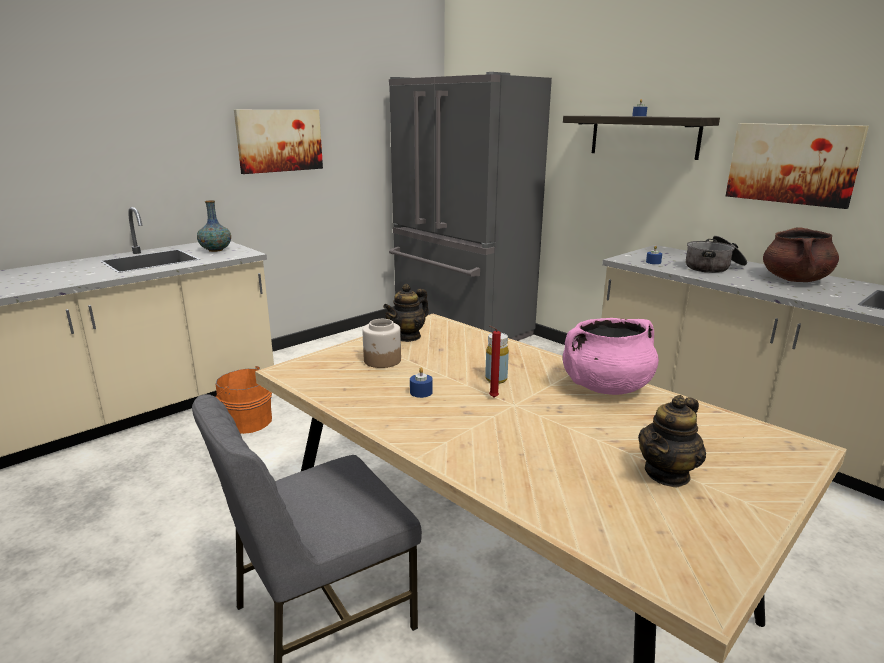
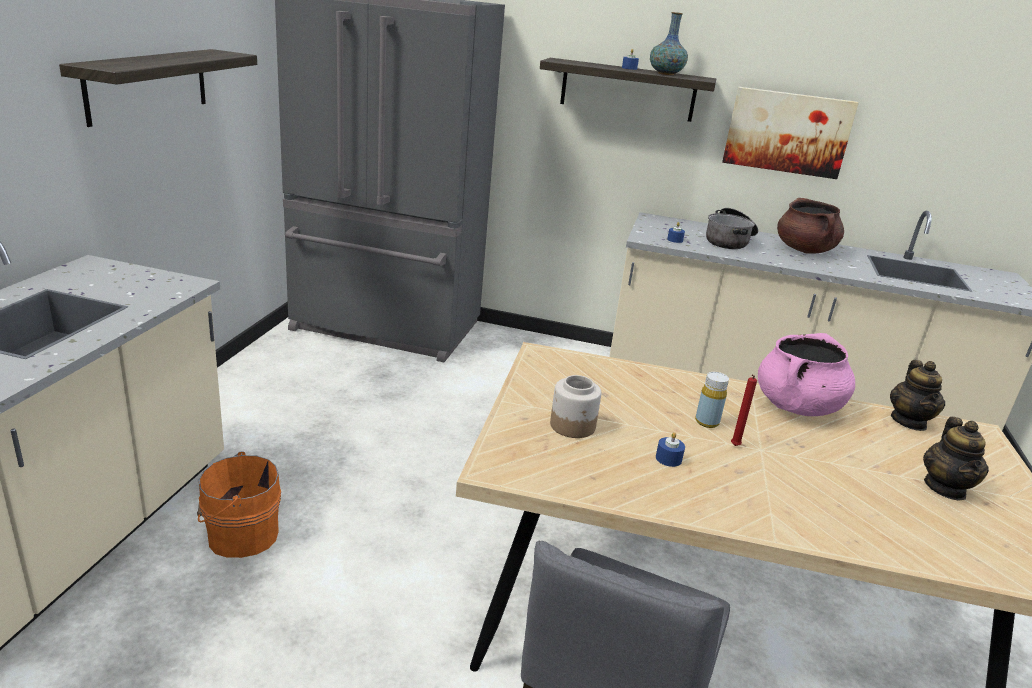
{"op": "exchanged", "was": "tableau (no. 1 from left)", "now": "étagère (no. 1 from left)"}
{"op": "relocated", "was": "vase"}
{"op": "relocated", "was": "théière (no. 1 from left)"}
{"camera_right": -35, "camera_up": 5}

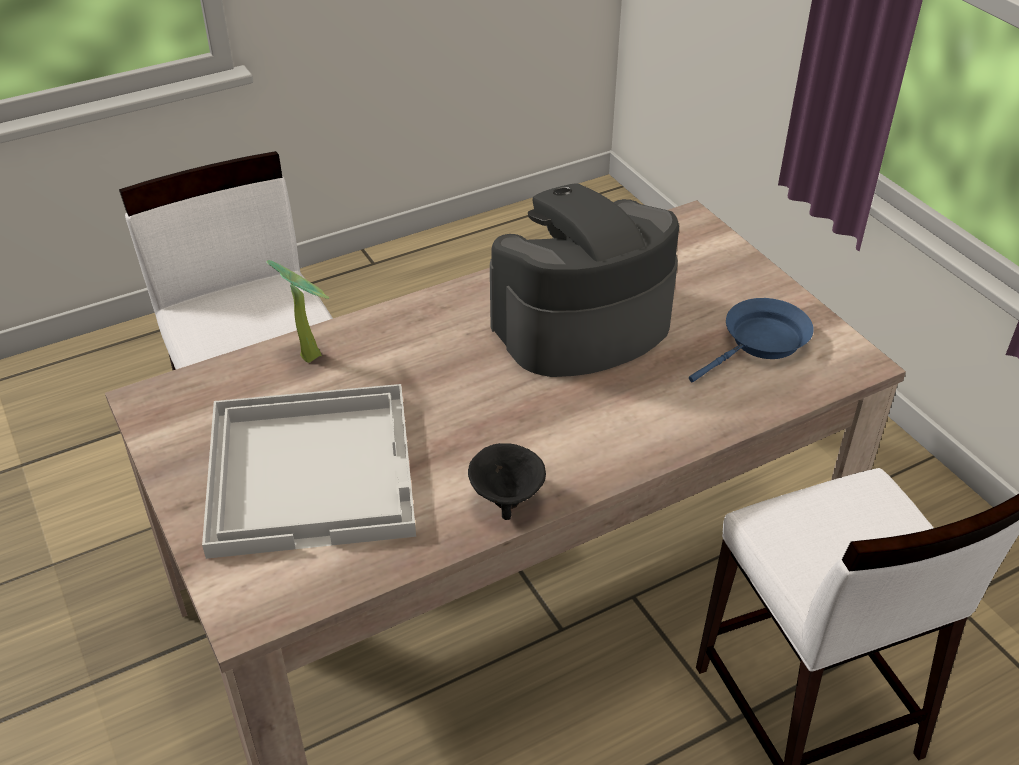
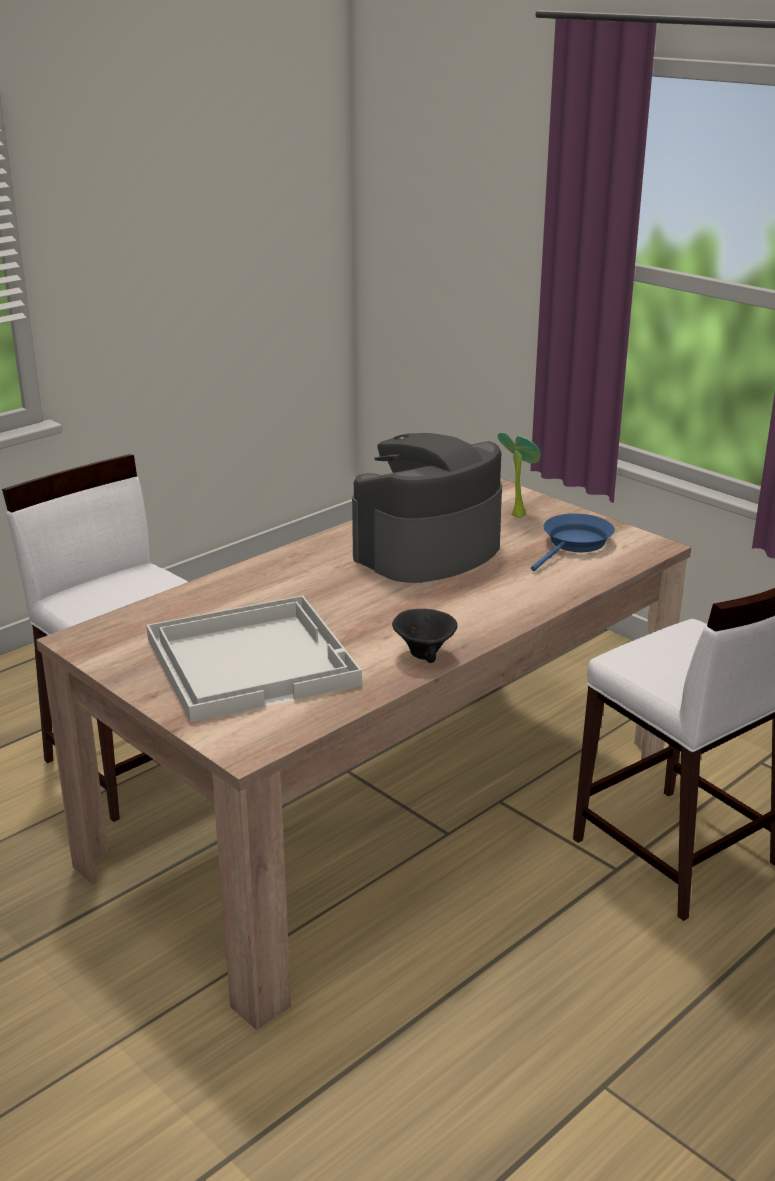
{"op": "relocated", "was": "plante en pot"}
{"camera_right": -15, "camera_up": -15}

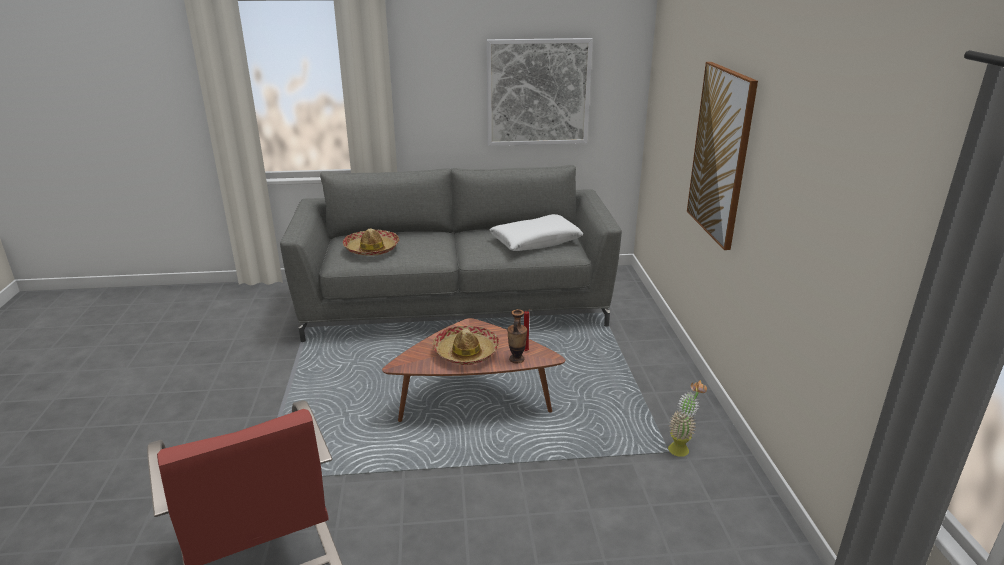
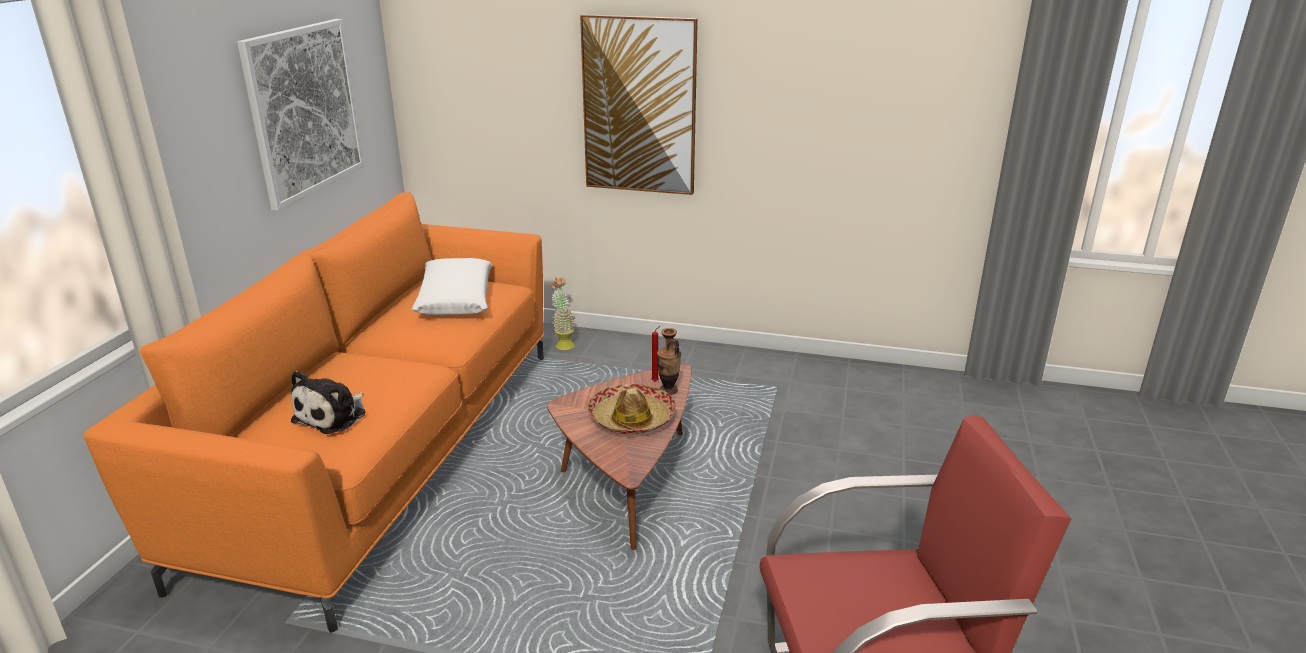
{"op": "colour", "was": "canapé/gris", "now": "canapé/orange"}
{"op": "exchanged", "was": "chapeau (no. 1 from left)", "now": "peluche"}
{"op": "relocated", "was": "plante en pot"}
{"camera_right": -70, "camera_up": 0}

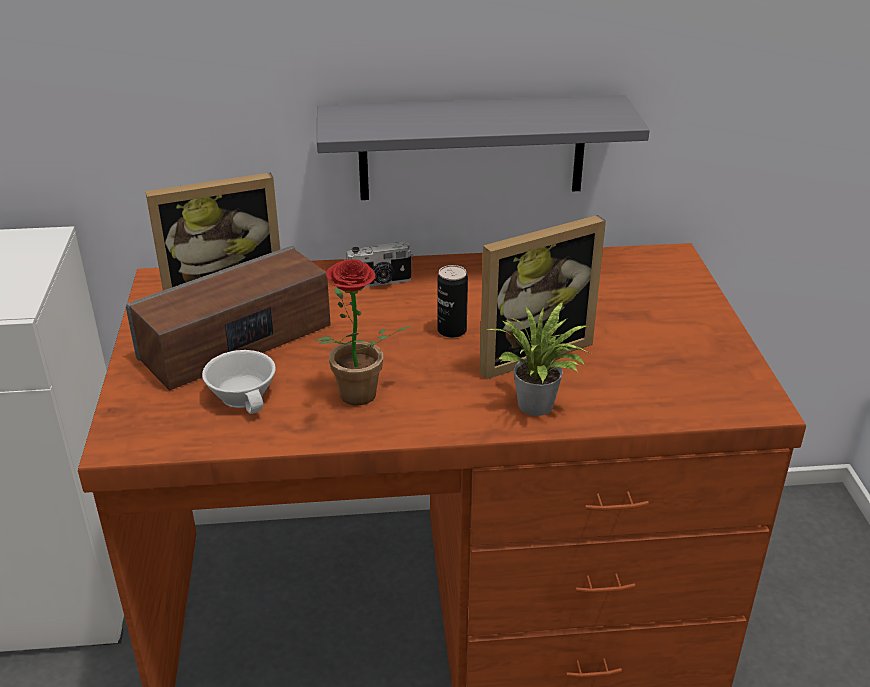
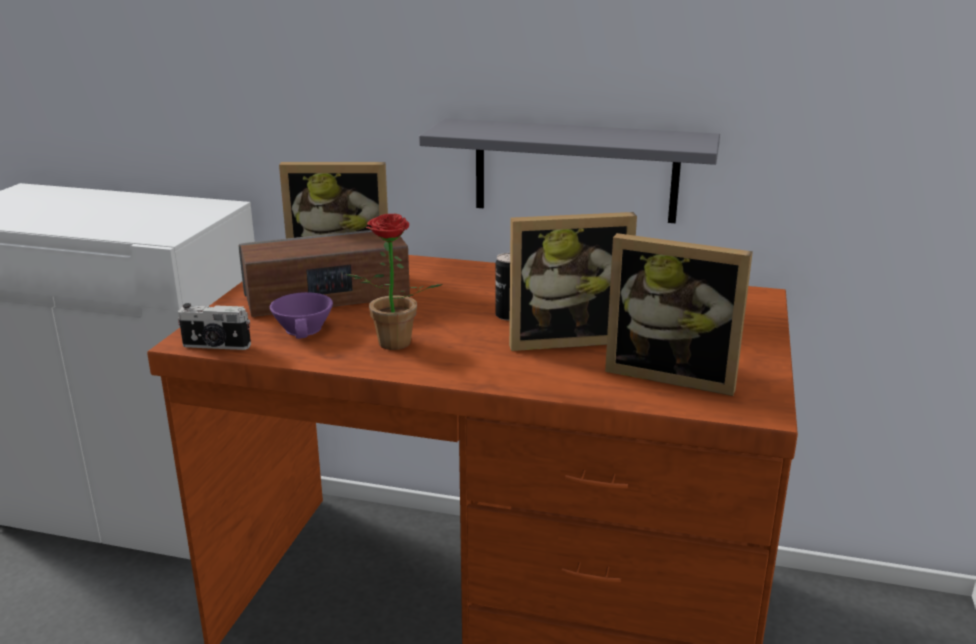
{"op": "relocated", "was": "appareil photo"}
{"op": "colour", "was": "tasse/blanc", "now": "tasse/violet"}
{"op": "appeared", "now": "cadre photo (no. 3 from left)"}
{"op": "missing", "was": "plante en pot (no. 2 from left)"}
{"camera_right": 20, "camera_up": -10}

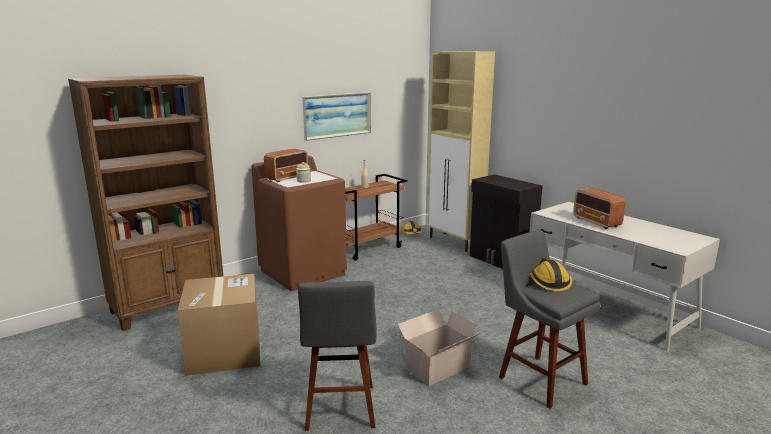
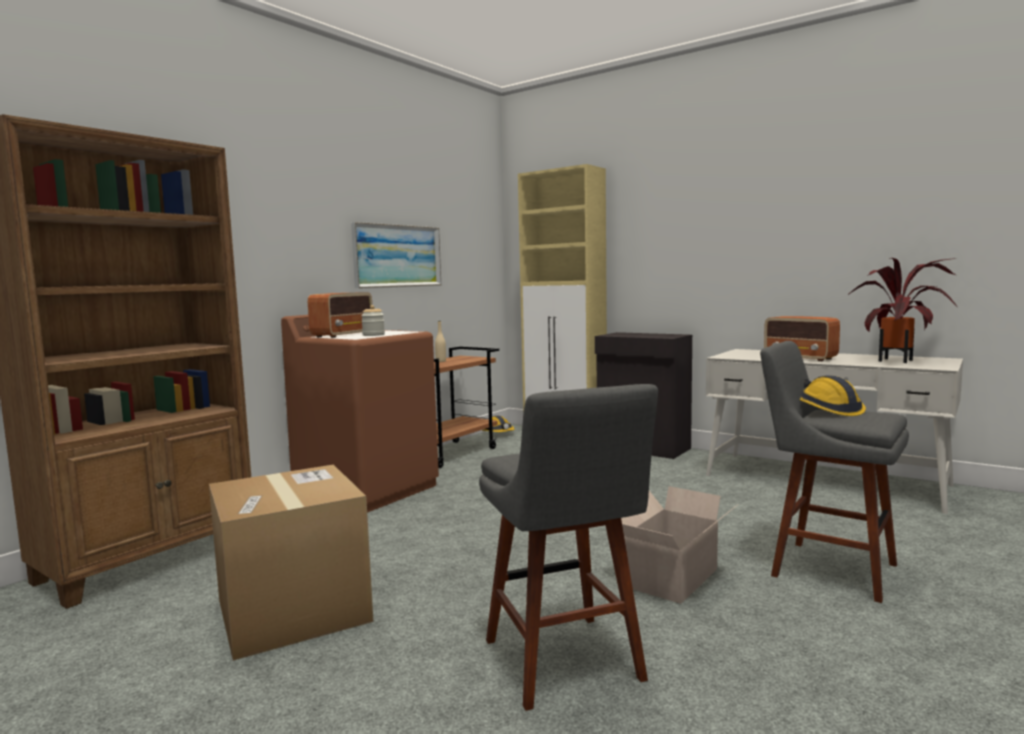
{"op": "appeared", "now": "plante en pot"}
{"camera_right": -15, "camera_up": -10}

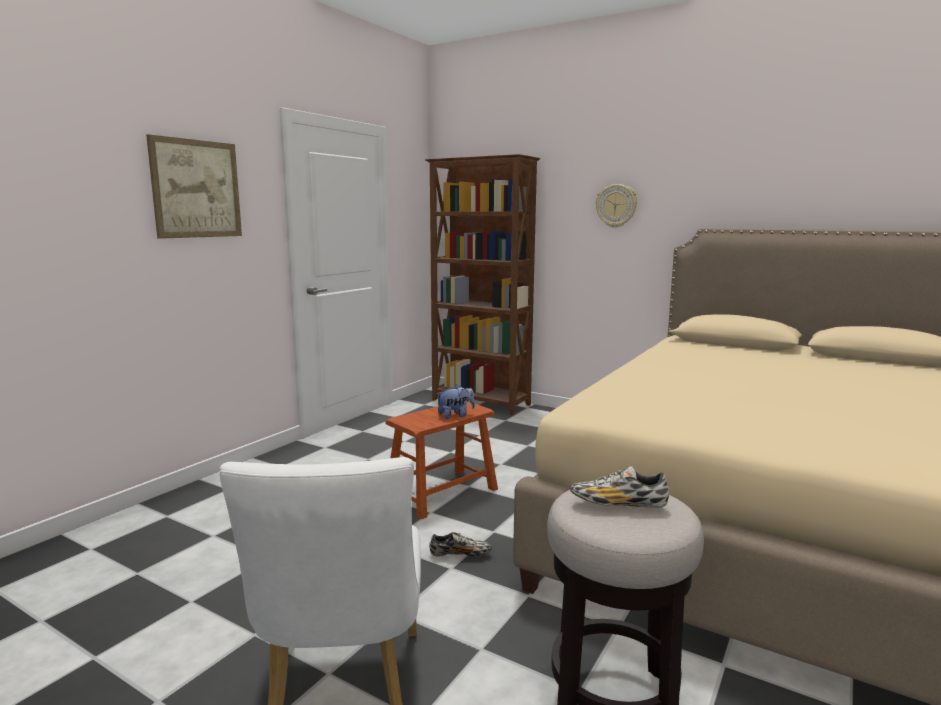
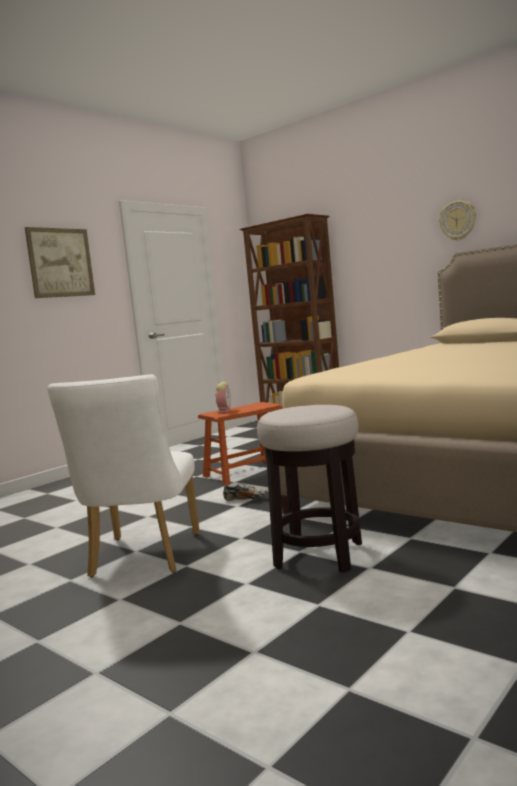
{"op": "appeared", "now": "réveil"}
{"op": "relocated", "was": "horloge murale"}
{"op": "missing", "was": "peluche"}
{"op": "missing", "was": "chaussure (no. 2 from left)"}
{"camera_right": 10, "camera_up": -5}

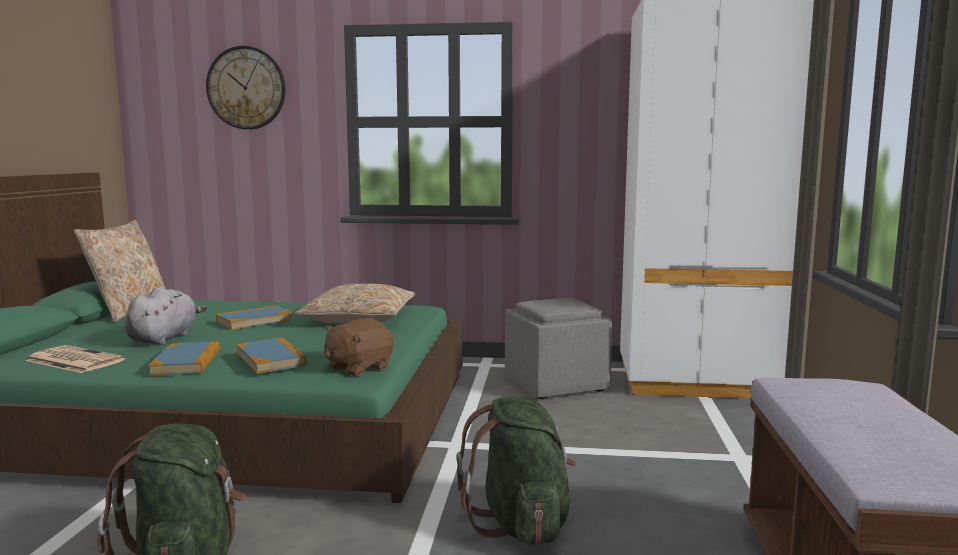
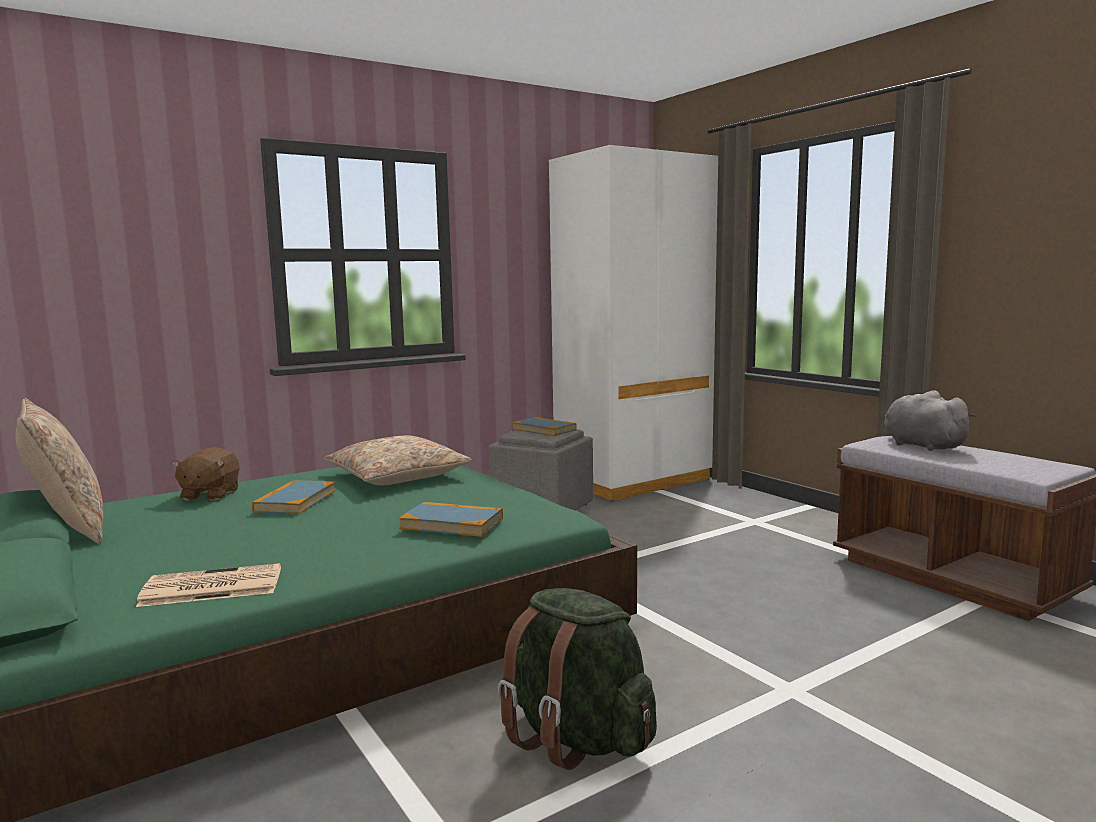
{"op": "relocated", "was": "peluche/marron"}
{"op": "relocated", "was": "livre (no. 1 from left in the first image)", "now": "livre (no. 3 from left)"}
{"op": "relocated", "was": "peluche/gris"}
{"op": "missing", "was": "horloge murale"}
{"op": "missing", "was": "sac à dos/vert (no. 2 from left)"}
{"camera_right": -40, "camera_up": 0}

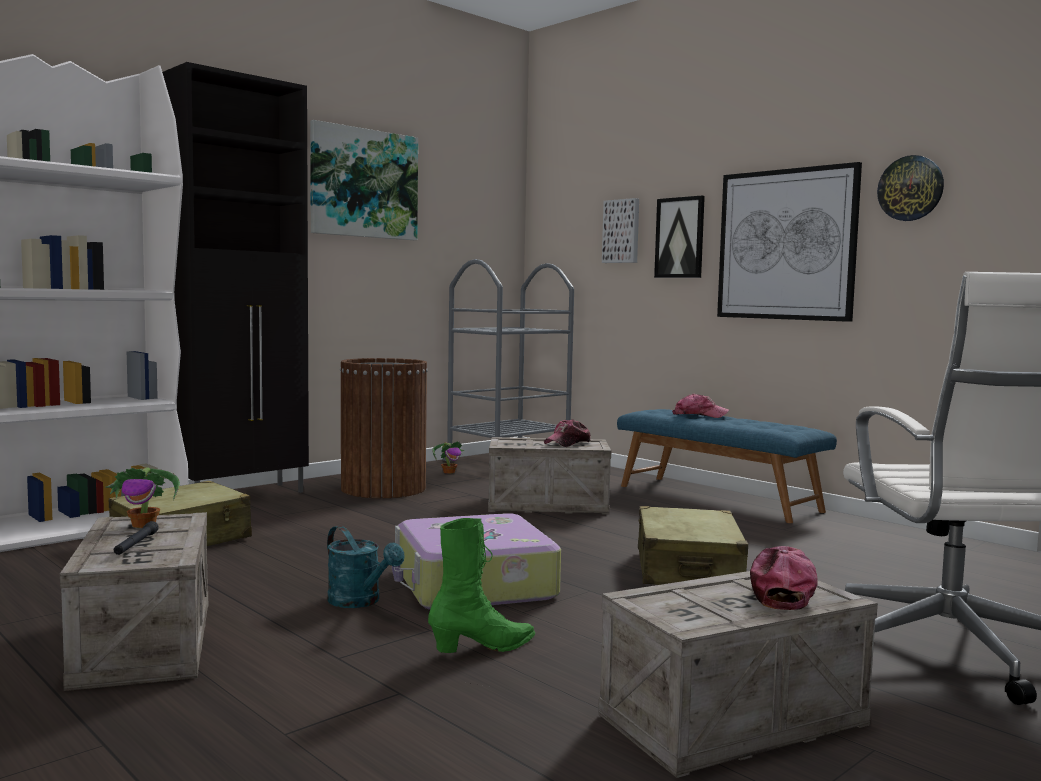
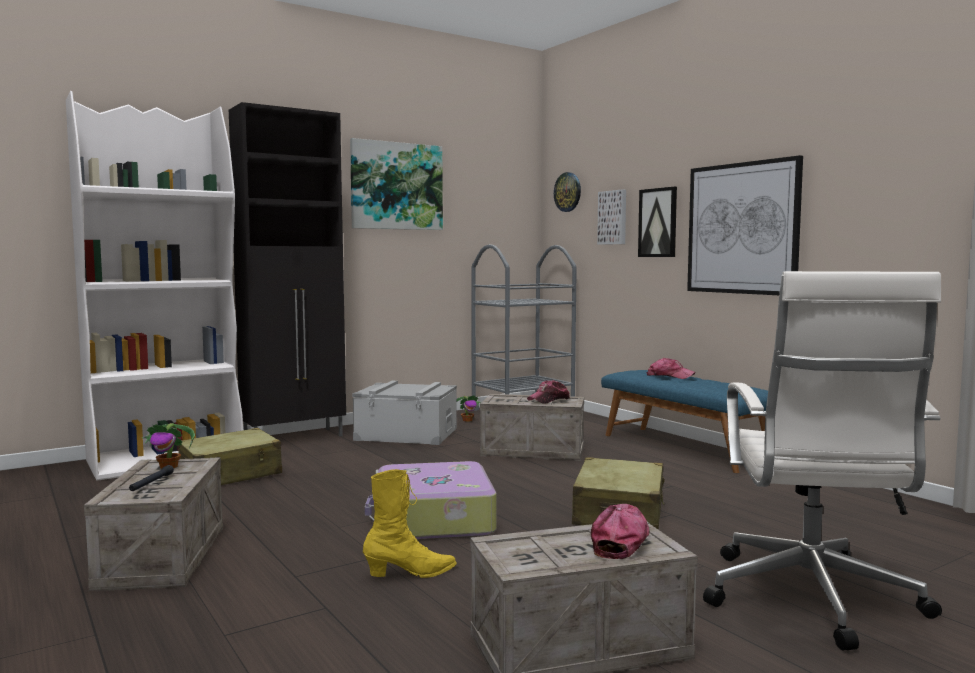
{"op": "exchanged", "was": "poubelle/marron", "now": "boîte de rangement/gris"}
{"op": "colour", "was": "botte/vert", "now": "botte/jaune"}
{"op": "relocated", "was": "horloge murale"}
{"op": "missing", "was": "arrosoir/turquoise"}
{"camera_right": 10, "camera_up": 0}

